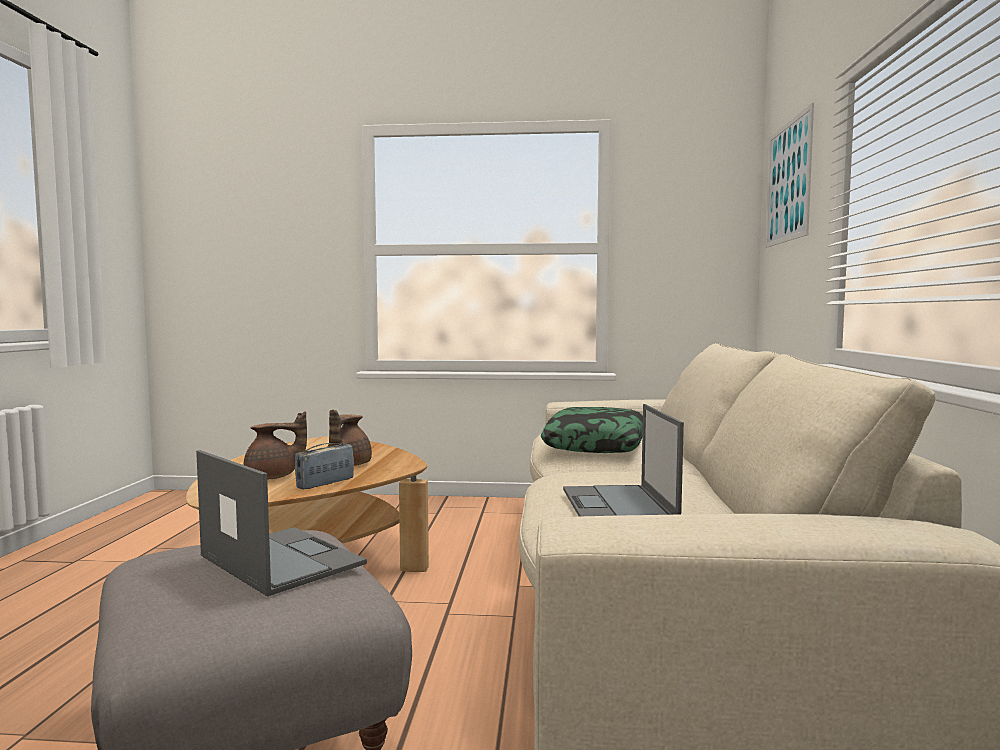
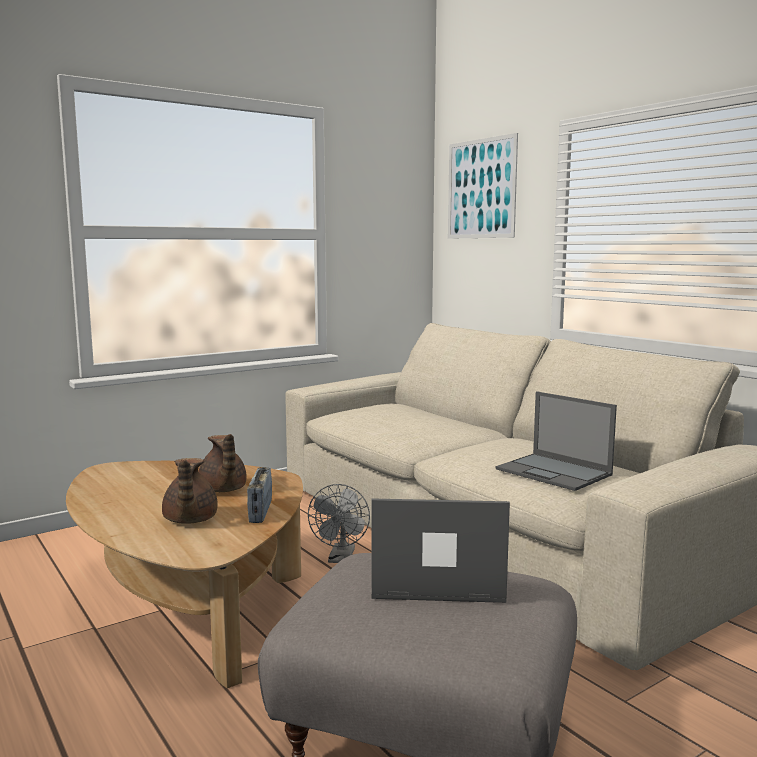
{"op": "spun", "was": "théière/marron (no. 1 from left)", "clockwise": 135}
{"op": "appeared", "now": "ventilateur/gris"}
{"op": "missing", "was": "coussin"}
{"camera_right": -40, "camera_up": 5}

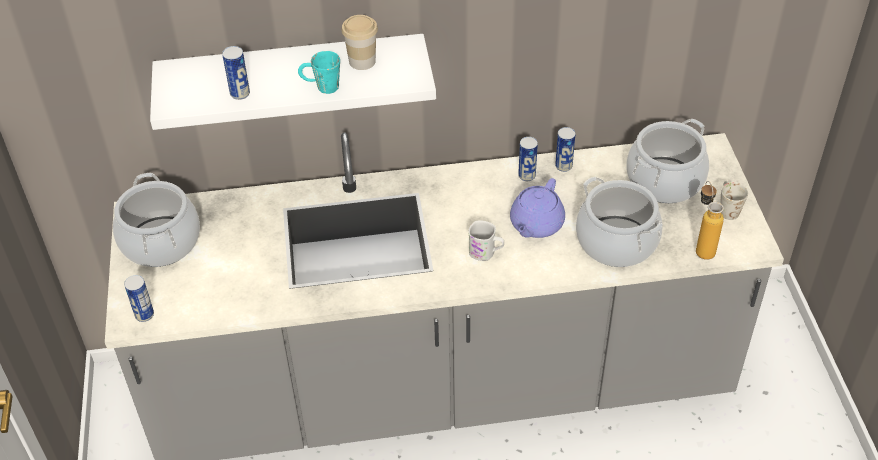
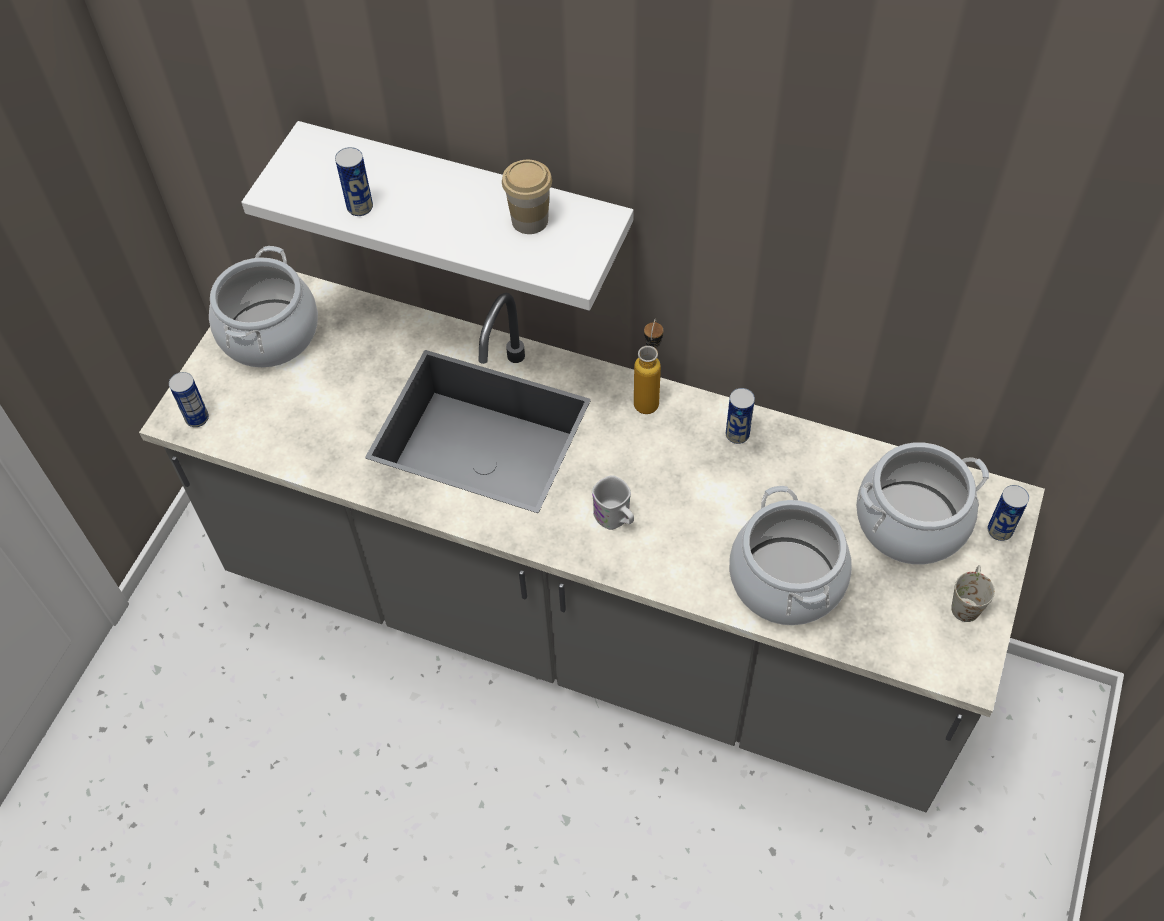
{"op": "relocated", "was": "bouteille"}
{"op": "relocated", "was": "boîte métallique (no. 4 from left)"}
{"op": "missing", "was": "mug/turquoise"}
{"op": "missing", "was": "théière/violet"}
{"camera_right": 30, "camera_up": 10}

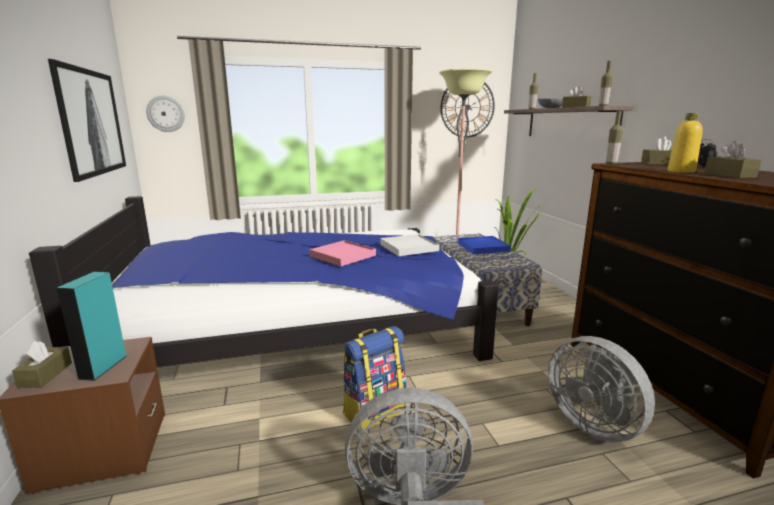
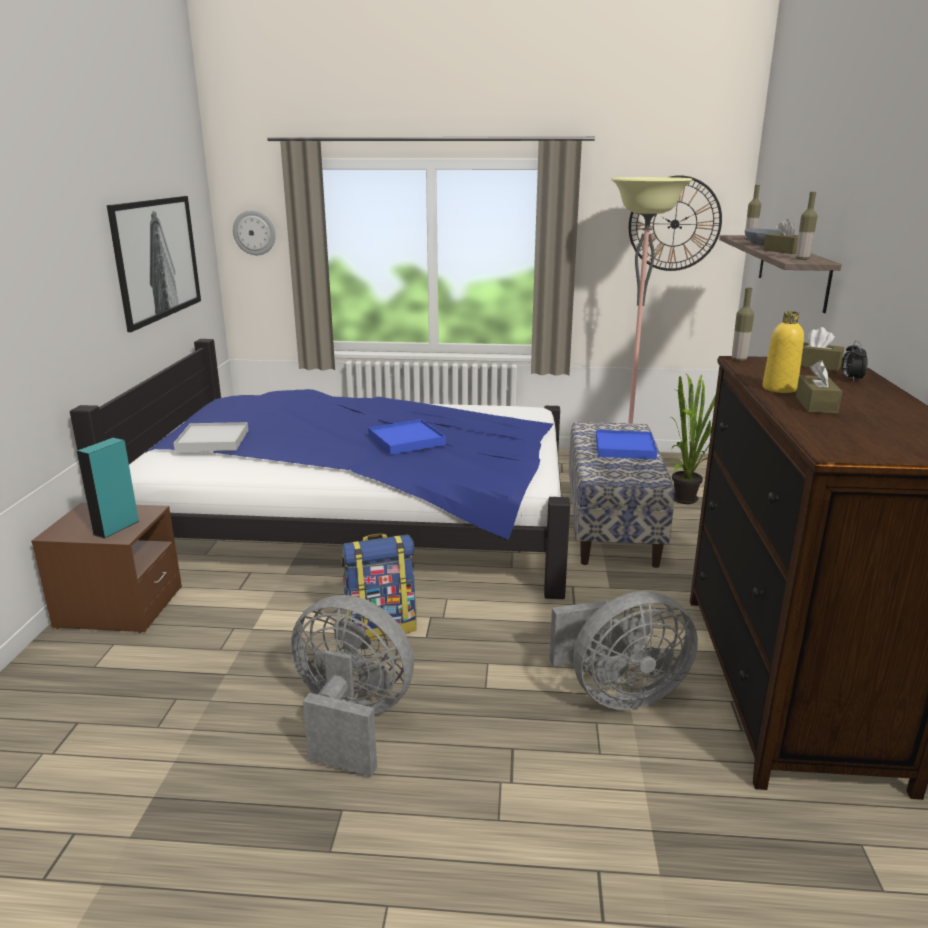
{"op": "relocated", "was": "plateau/blanc"}
{"op": "colour", "was": "plateau/rose", "now": "plateau/bleu (no. 1 from left)"}
{"op": "spun", "was": "ventilateur/gris (no. 2 from left)", "clockwise": -90}
{"op": "missing", "was": "boîte à mouchoirs/marron (no. 1 from left)"}
{"camera_right": 20, "camera_up": 5}

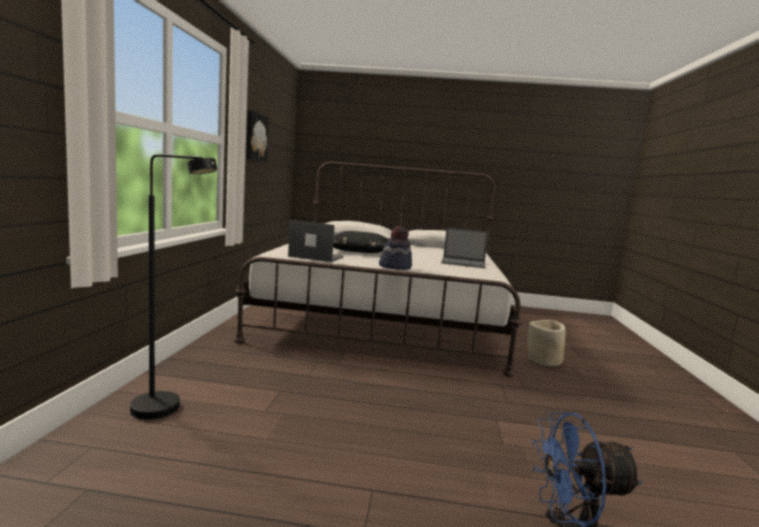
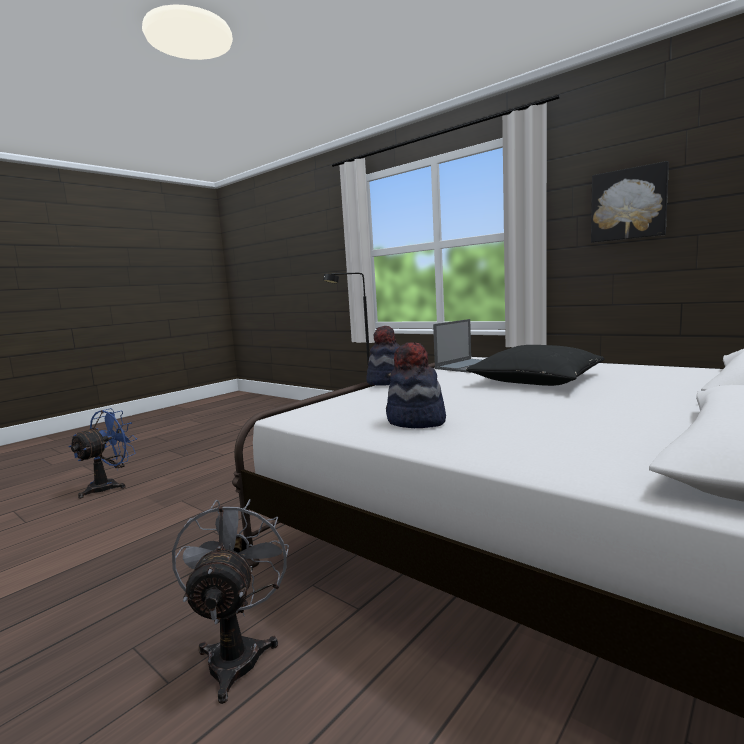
{"op": "exchanged", "was": "cache-pot/beige", "now": "ventilateur/gris"}
{"op": "exchanged", "was": "ordinateur portable (no. 2 from left)", "now": "chapeau (no. 2 from left)"}
{"camera_right": 125, "camera_up": 0}

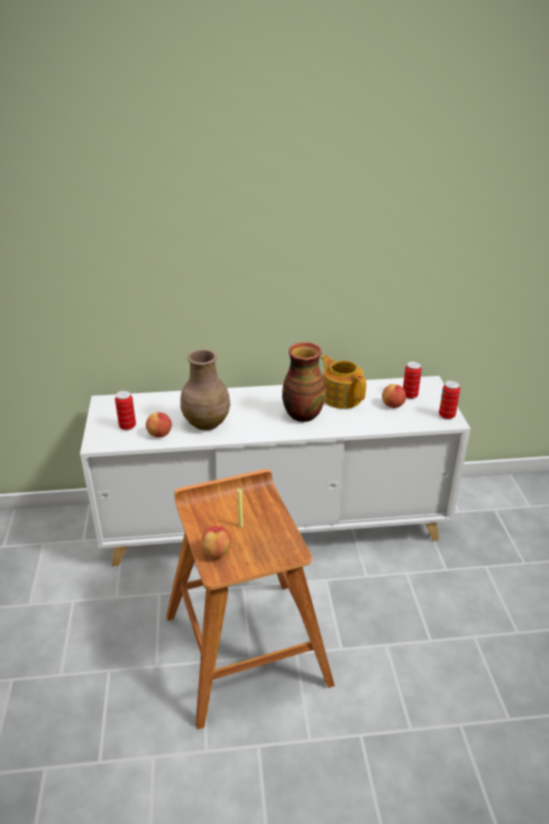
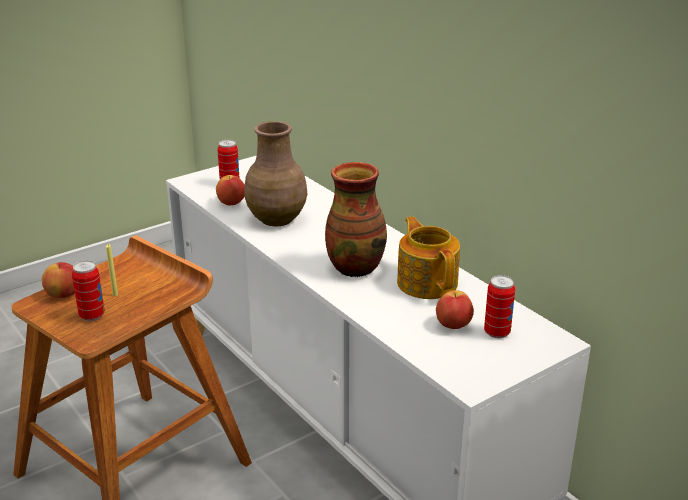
{"op": "relocated", "was": "boîte métallique (no. 3 from left in the first image)", "now": "boîte métallique (no. 1 from left)"}
{"op": "spun", "was": "théière", "clockwise": -45}
{"camera_right": 60, "camera_up": -5}

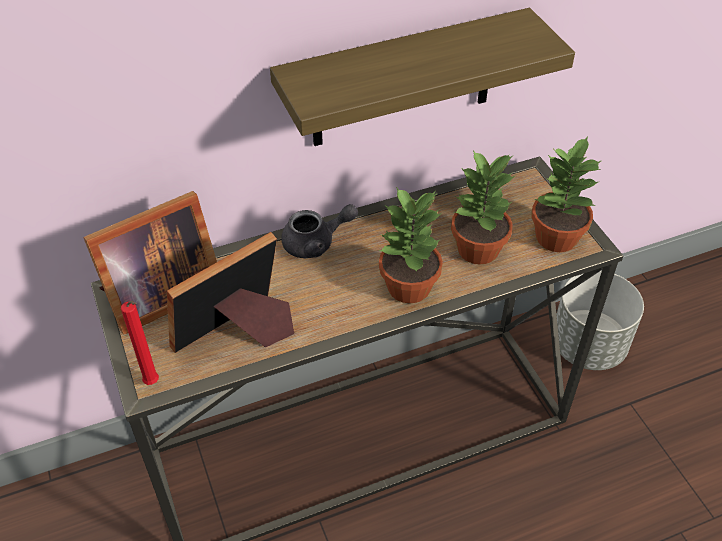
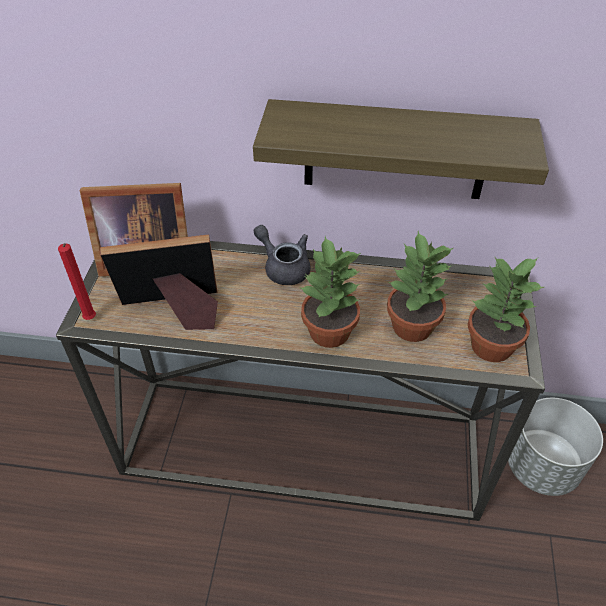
{"op": "spun", "was": "théière/gris", "clockwise": -150}
{"camera_right": 30, "camera_up": 0}

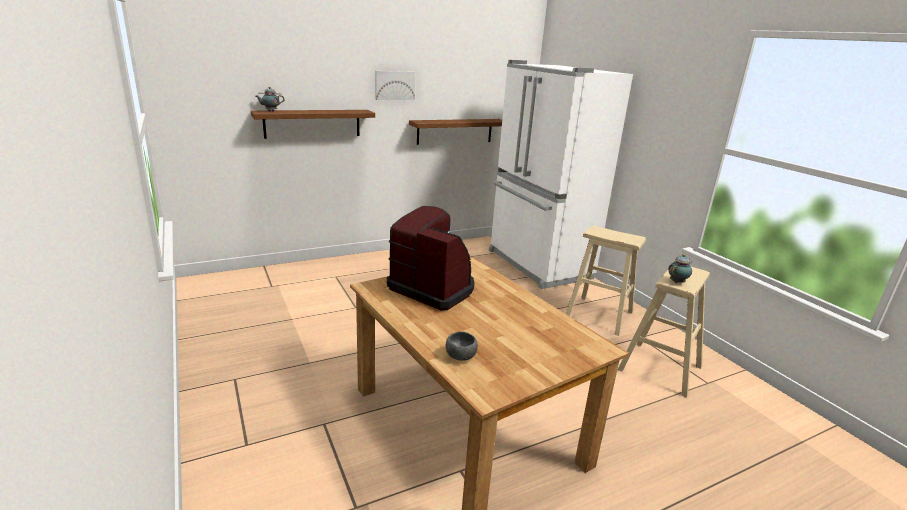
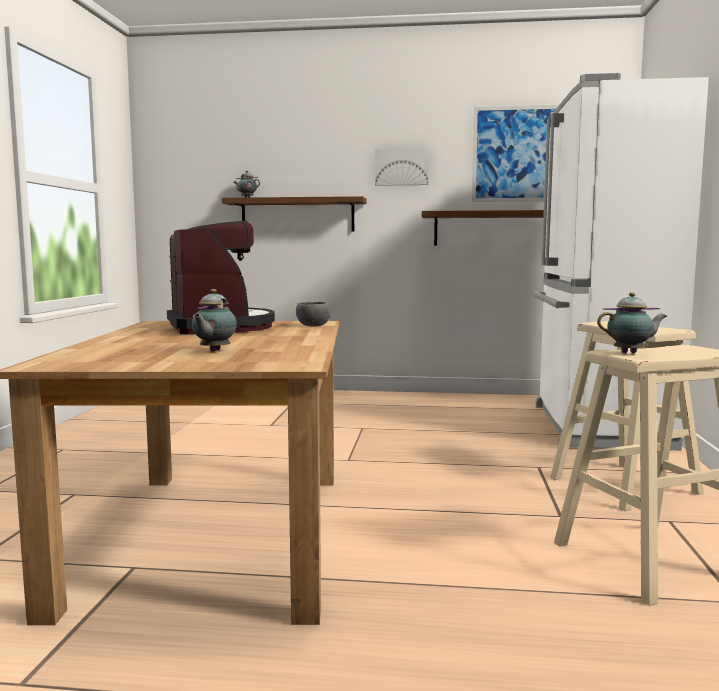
{"op": "appeared", "now": "théière (no. 1 from left)"}
{"op": "relocated", "was": "bol/gris"}
{"op": "appeared", "now": "tableau (no. 2 from left)"}
{"camera_right": 35, "camera_up": -15}

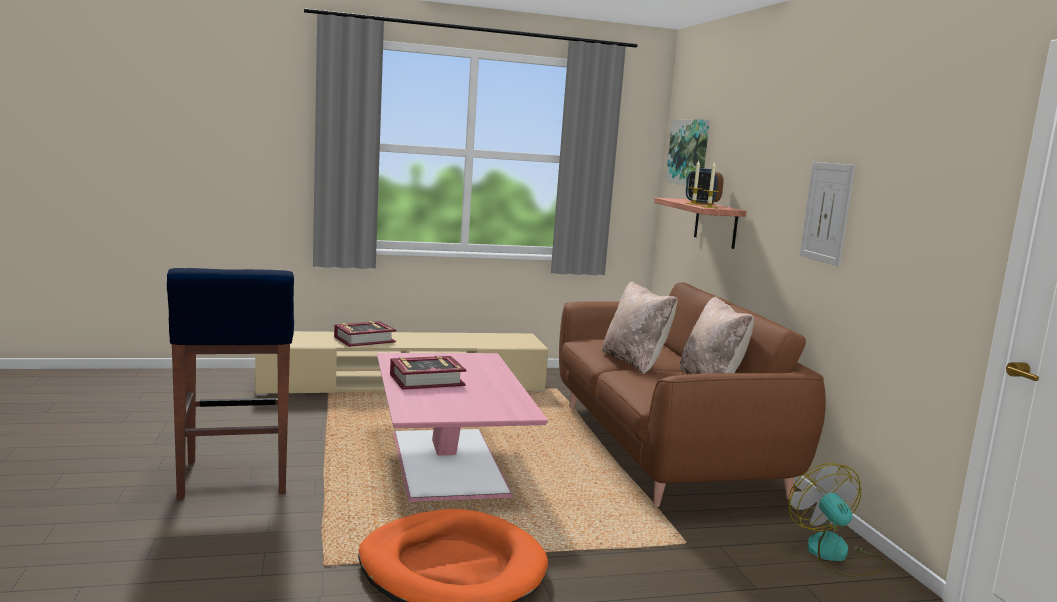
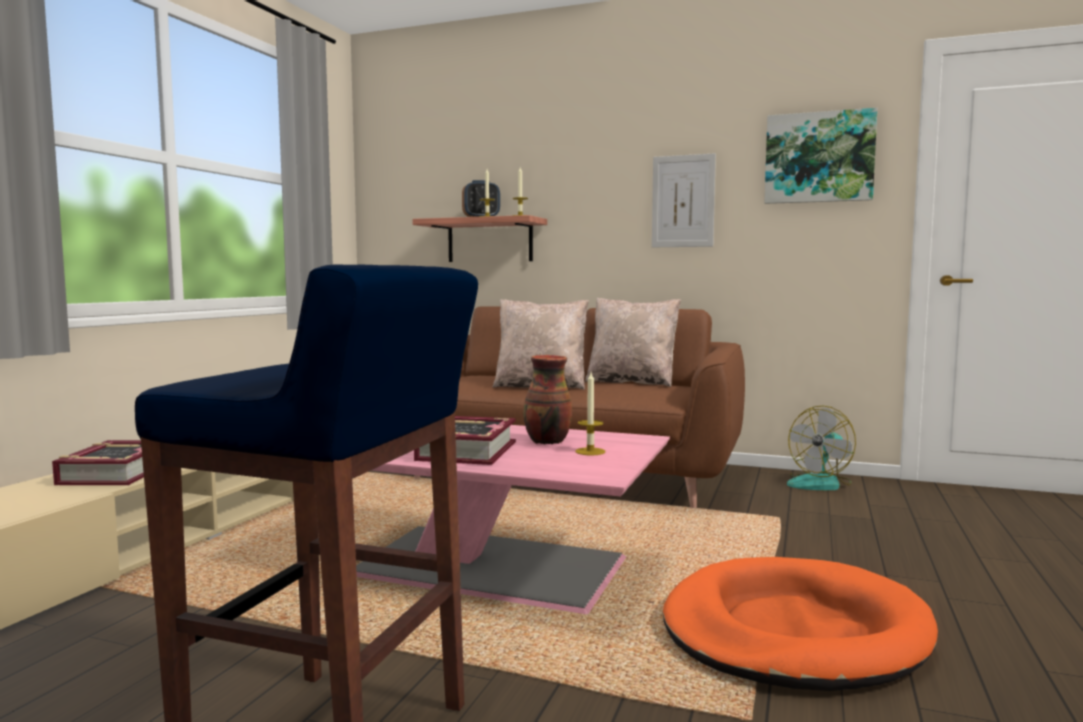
{"op": "appeared", "now": "vase"}
{"op": "appeared", "now": "bougie (no. 3 from left)"}
{"op": "relocated", "was": "tableau (no. 1 from left in the first image)", "now": "tableau (no. 2 from left)"}
{"op": "spun", "was": "ventilateur", "clockwise": -60}
{"camera_right": -55, "camera_up": -5}

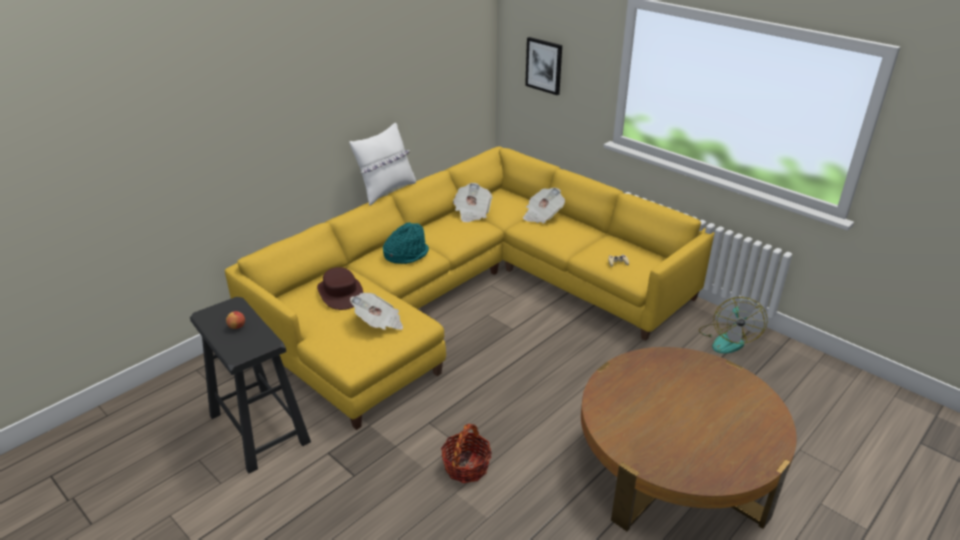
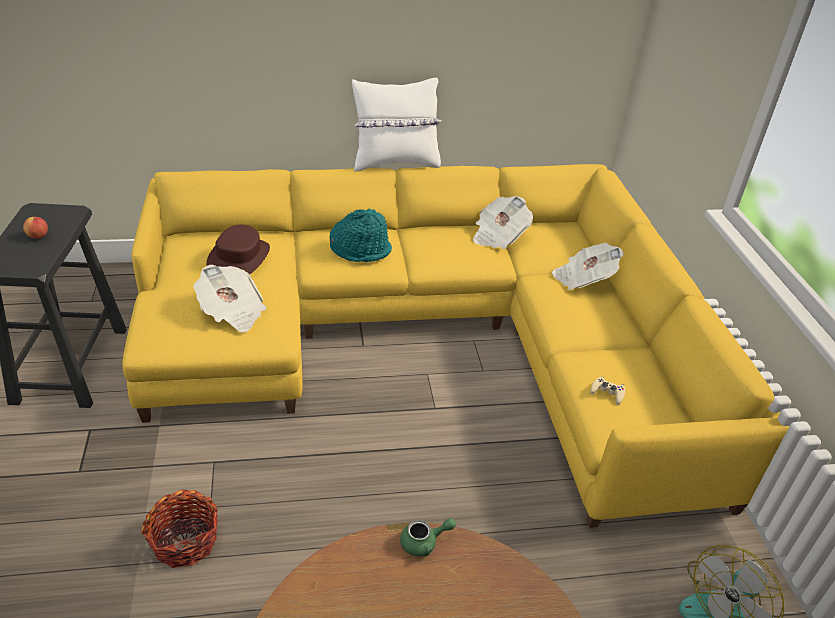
{"op": "appeared", "now": "théière/vert"}
{"op": "missing", "was": "tableau"}
{"camera_right": 35, "camera_up": 5}

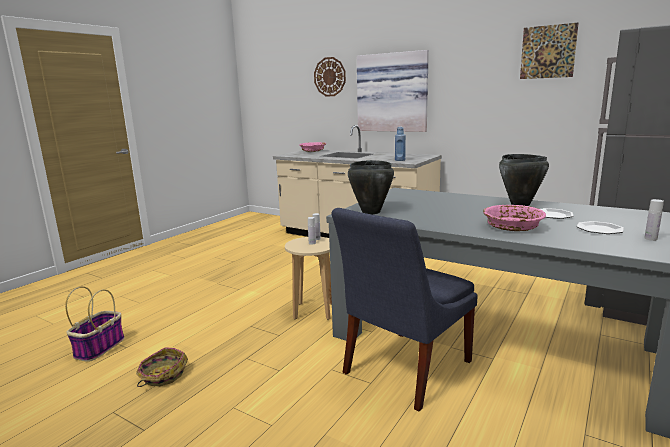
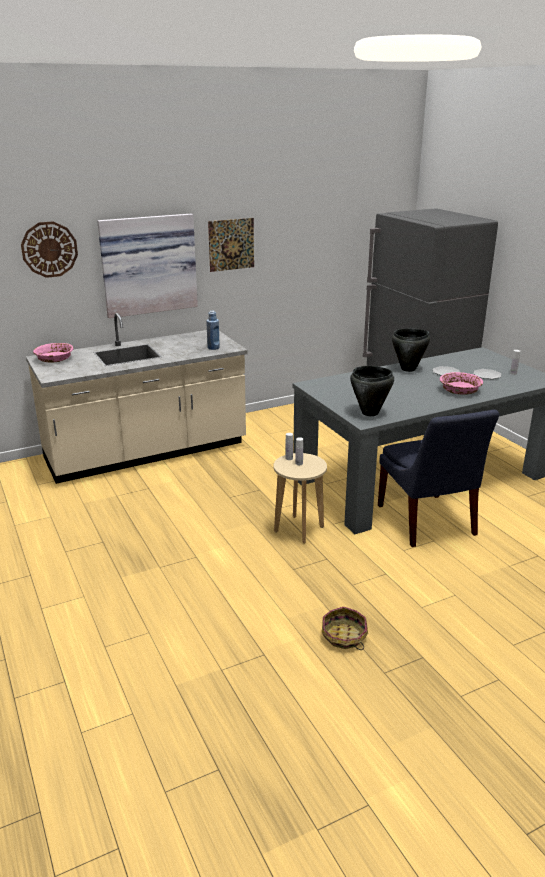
{"op": "relocated", "was": "tableau (no. 2 from left)"}
{"op": "missing", "was": "panier (no. 1 from left)"}
{"camera_right": -60, "camera_up": 10}

